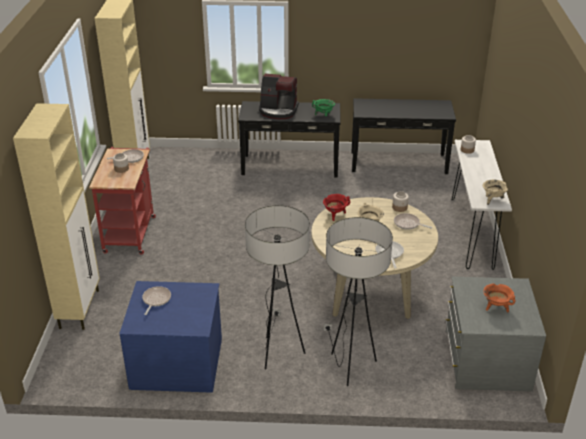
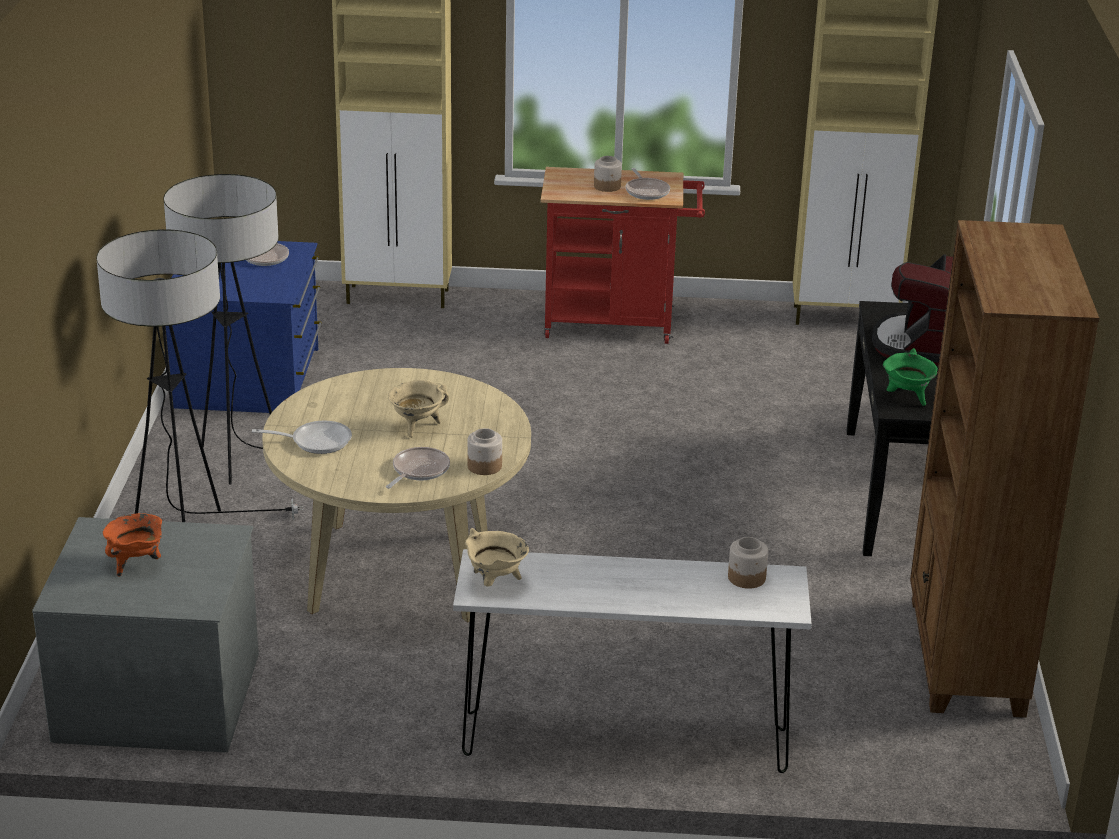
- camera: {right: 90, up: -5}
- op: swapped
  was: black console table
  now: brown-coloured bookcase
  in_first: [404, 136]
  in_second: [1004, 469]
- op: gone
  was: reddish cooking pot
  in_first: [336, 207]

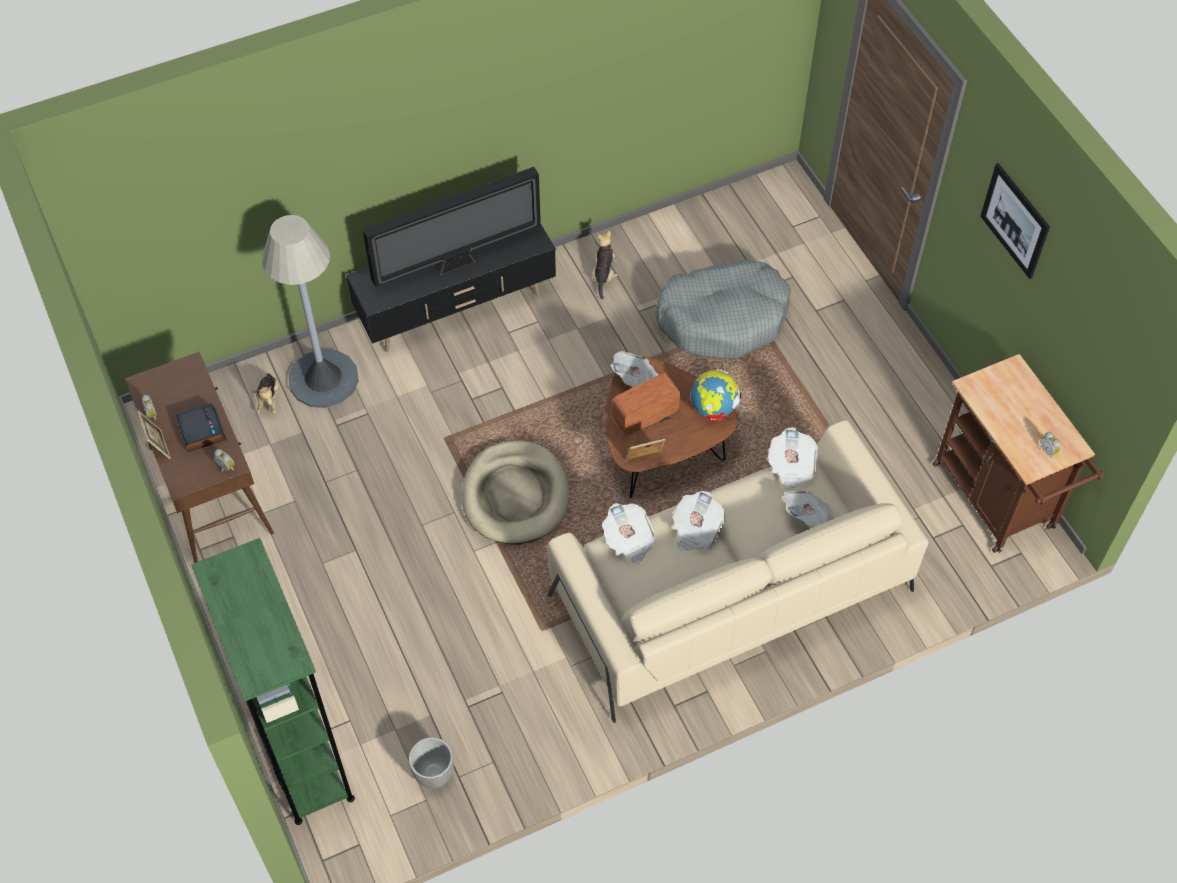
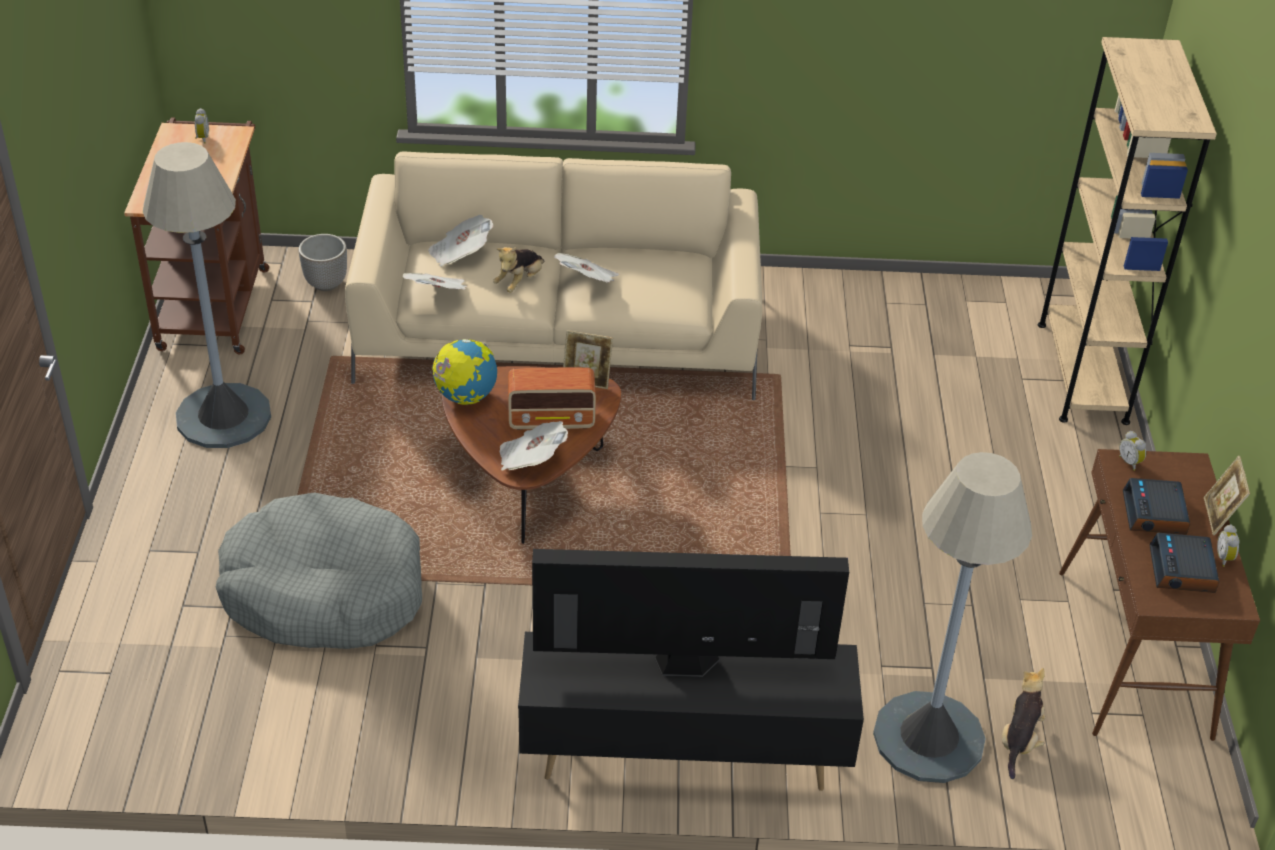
- camera: {right: -155, up: -15}
- op: new
  now: gray standing lamp
  in_second: [207, 295]
- op: shifted
  was: planter
  in_first: [431, 762]
  in_second: [323, 262]
- op: shifted
  was: soft toy
  in_first: [605, 265]
  in_second: [518, 270]
- op: repainted
  was: greenish bookcase
  now: beige bookcase
  in_first: [273, 681]
  in_second: [1127, 231]
- op: new
  now: alarm clock
  in_second: [1184, 563]
- op: gone
  was: beige dog bed
  in_first: [516, 492]
- op: gone
  was: printed paper
  in_first: [629, 533]
- op: gone
  was: wall picture
  in_first: [1015, 221]

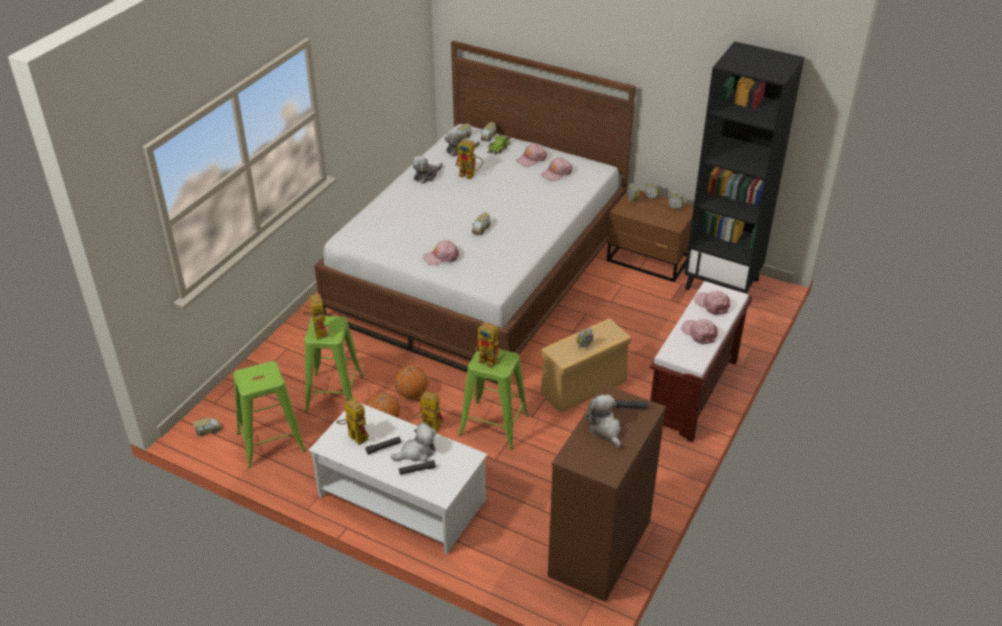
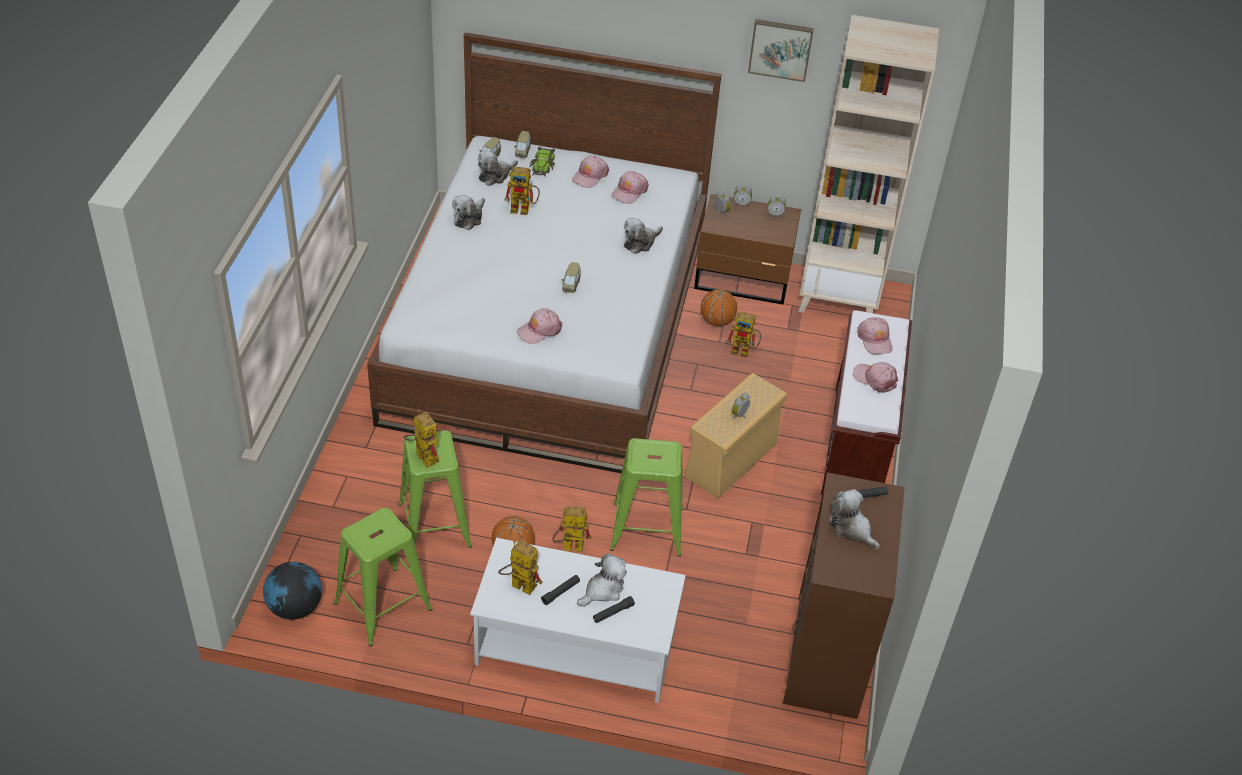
- camera: {right: -20, up: 5}
- op: swapped
  was: toy car
  now: globe
  in_first: [207, 427]
  in_second: [292, 591]
- op: new
  now: soft toy
  in_second: [643, 236]
- op: shifted
  was: basketball ball
  in_first: [411, 382]
  in_second: [719, 307]
- op: shifted
  was: toy robot
  in_first: [491, 345]
  in_second: [743, 335]
- op: new
  now: wall picture
  in_second: [781, 50]
- op: repainted
  was: black bookcase
  now: beige bookcase
  in_first: [744, 167]
  in_second: [868, 164]
- op: rotated
  was: pink-coloured baseball cap
  in_first: [712, 303]
  in_second: [875, 335]
  clockwise: -135

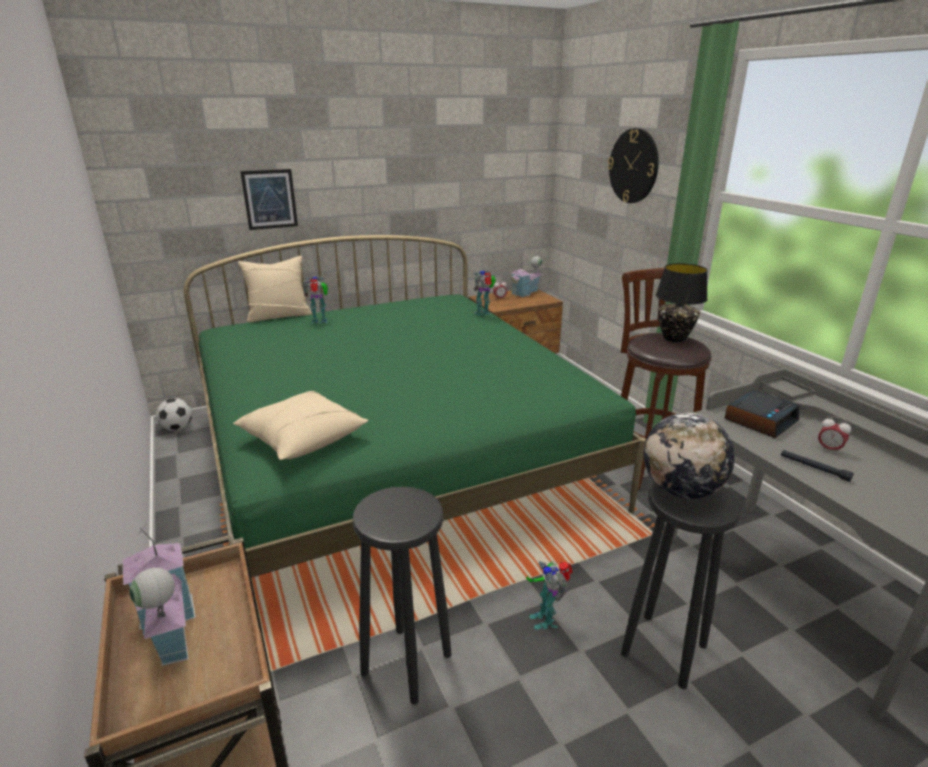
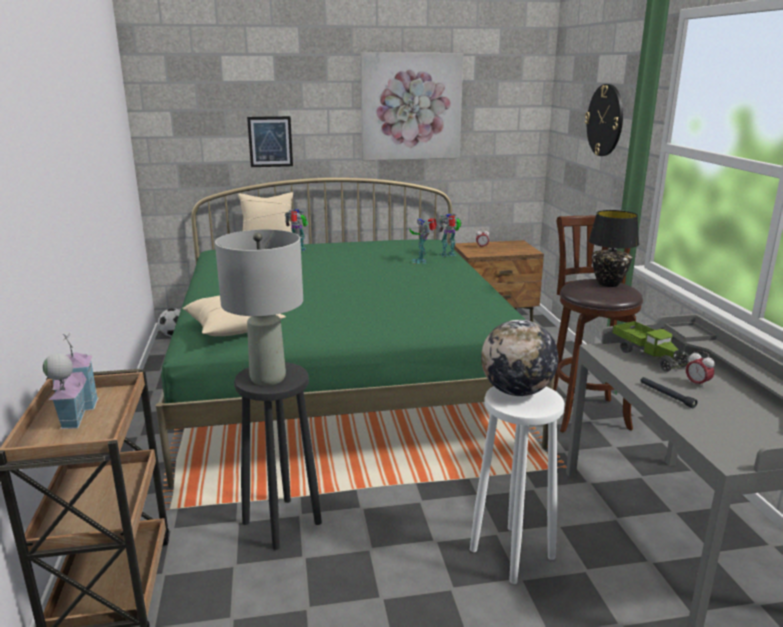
- camera: {right: 15, up: -5}
- op: new
  now: gray table lamp
  in_second: [259, 307]
- op: new
  now: wall picture
  in_second: [411, 106]
- op: shifted
  was: toy robot
  in_first: [549, 595]
  in_second: [423, 241]
- op: repainted
  was: black stool
  now: whitish stool
  in_first: [681, 586]
  in_second: [517, 485]
- op: swapped
  was: alarm clock
  now: toy truck
  in_first: [762, 414]
  in_second: [651, 346]
- op: gone
  was: toy house
  in_first: [525, 276]

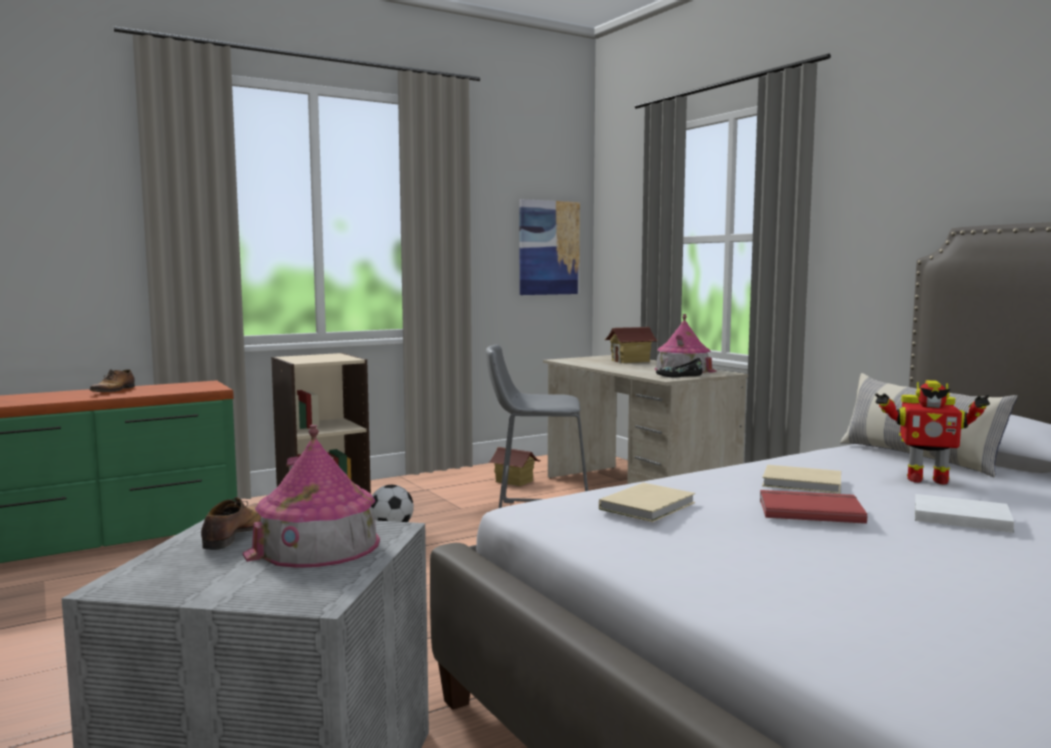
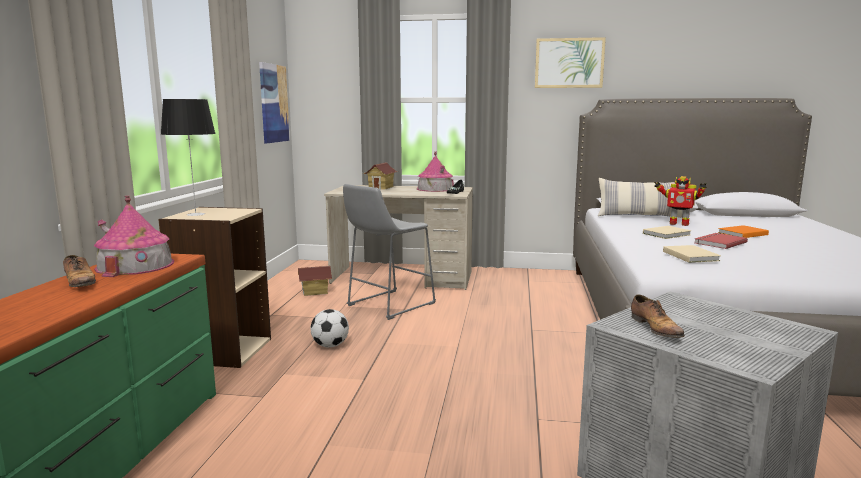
- camera: {right: -50, up: 5}
- op: shifted
  was: toy house
  in_first: [311, 496]
  in_second: [134, 236]
- op: new
  now: table lamp
  in_second: [188, 157]
- op: new
  now: wall picture
  in_second: [570, 62]
- op: rotated
  was: shoe
  in_first: [231, 523]
  in_second: [658, 316]
  clockwise: -150
- op: rotated
  was: toy robot
  in_first: [932, 432]
  in_second: [680, 201]
  clockwise: 60
- op: repainted
  was: whitish bound book
  now: orangey bound book
  in_first: [964, 513]
  in_second: [743, 231]

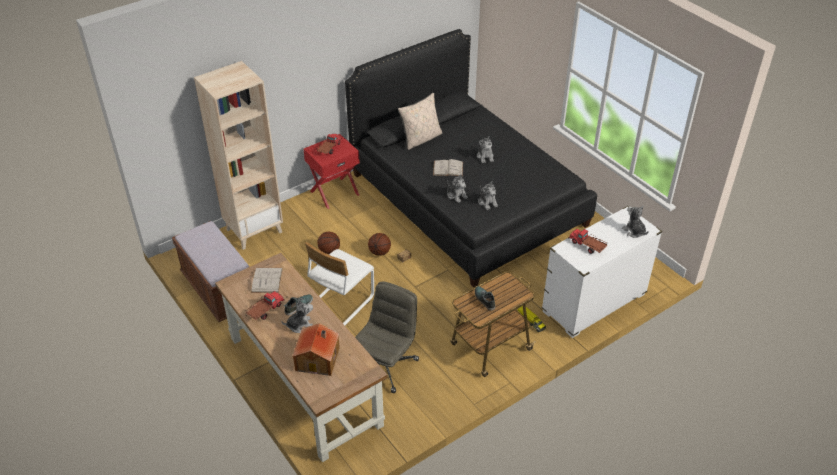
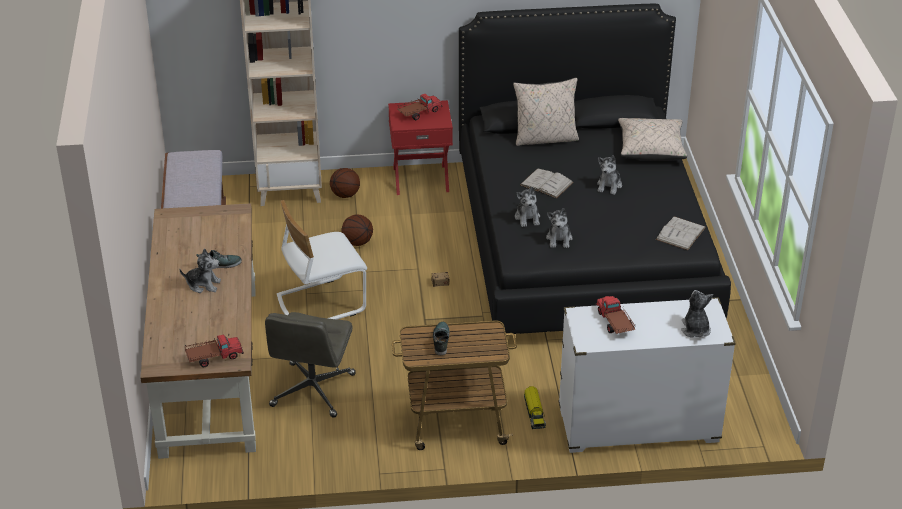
- camera: {right: 30, up: -5}
- op: shifted
  was: toy truck
  in_first: [265, 305]
  in_second: [214, 351]
- op: rotated
  was: gray computer chair
  in_first: [387, 337]
  in_second: [310, 365]
  clockwise: 135
- op: shifted
  was: basketball ball
  in_first: [379, 244]
  in_second: [345, 183]
- op: new
  now: beige cushion
  in_second: [652, 139]
- op: shifted
  was: whitish bound book
  in_first: [267, 280]
  in_second: [681, 233]
- op: gone
  was: toy house
  in_first: [316, 349]

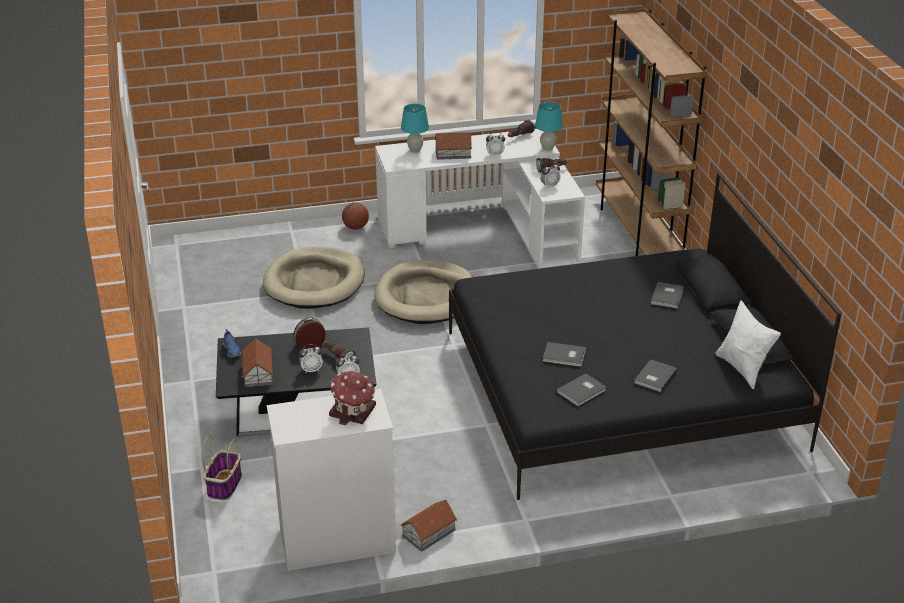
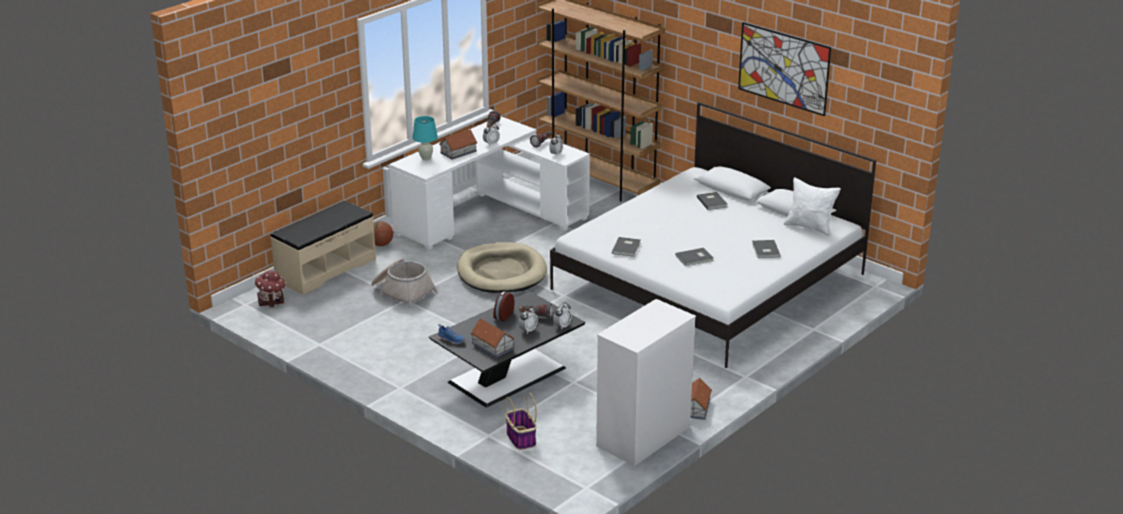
- camera: {right: -35, up: -5}
- op: shifted
  was: toy house
  in_first: [352, 398]
  in_second: [270, 289]
- op: new
  now: beige indoor bench
  in_second: [323, 248]
- op: swapped
  was: beige dog bed
  now: basket
  in_first: [314, 278]
  in_second: [404, 283]
- op: repainted
  was: black bedroom bed
  now: whitish bedroom bed
  in_first: [645, 336]
  in_second: [713, 235]
- op: shifted
  was: gray bound book
  in_first: [581, 389]
  in_second: [626, 247]
- op: new
  now: wall picture
  in_second: [784, 69]
- op: gone
  was: blue-green table lamp
  in_first: [549, 126]

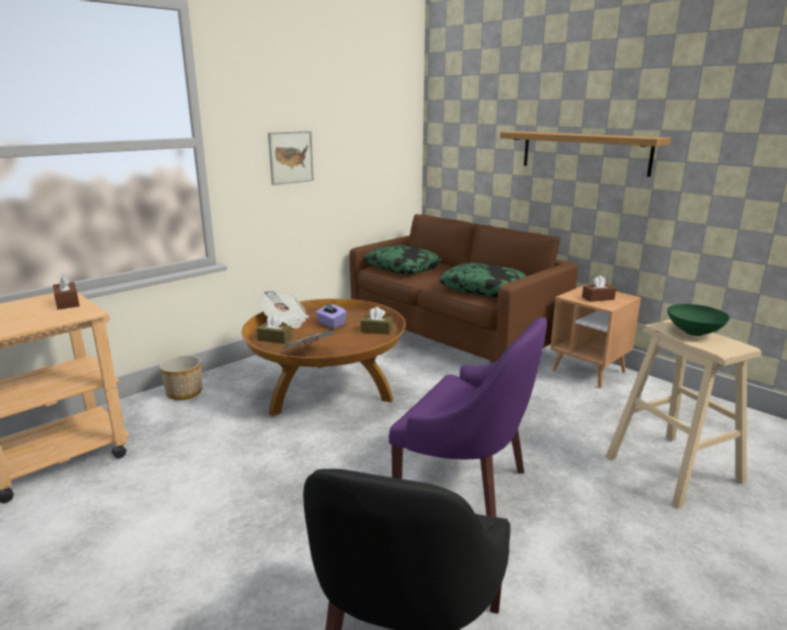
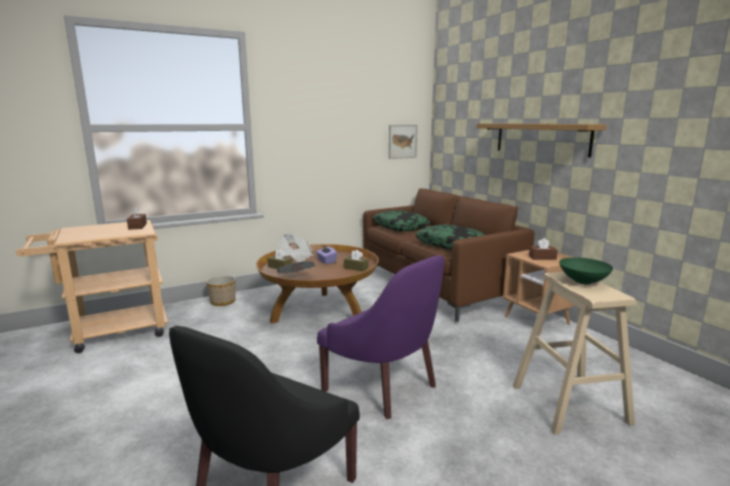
- camera: {right: 15, up: -5}
- op: shifted
  was: wall picture
  in_first: [291, 158]
  in_second: [403, 142]

